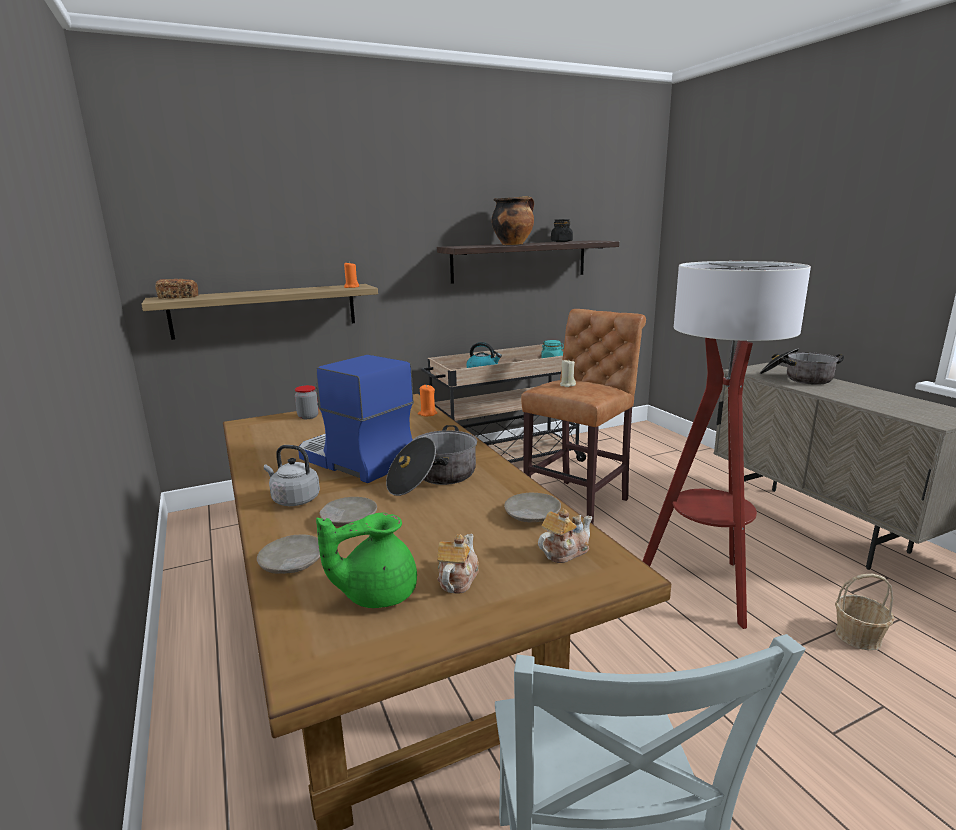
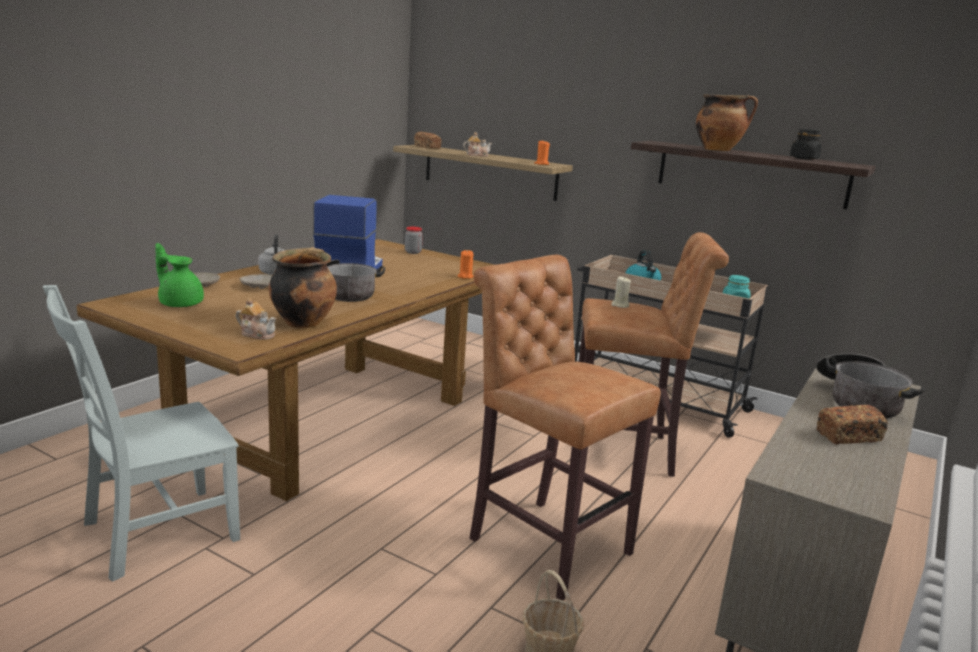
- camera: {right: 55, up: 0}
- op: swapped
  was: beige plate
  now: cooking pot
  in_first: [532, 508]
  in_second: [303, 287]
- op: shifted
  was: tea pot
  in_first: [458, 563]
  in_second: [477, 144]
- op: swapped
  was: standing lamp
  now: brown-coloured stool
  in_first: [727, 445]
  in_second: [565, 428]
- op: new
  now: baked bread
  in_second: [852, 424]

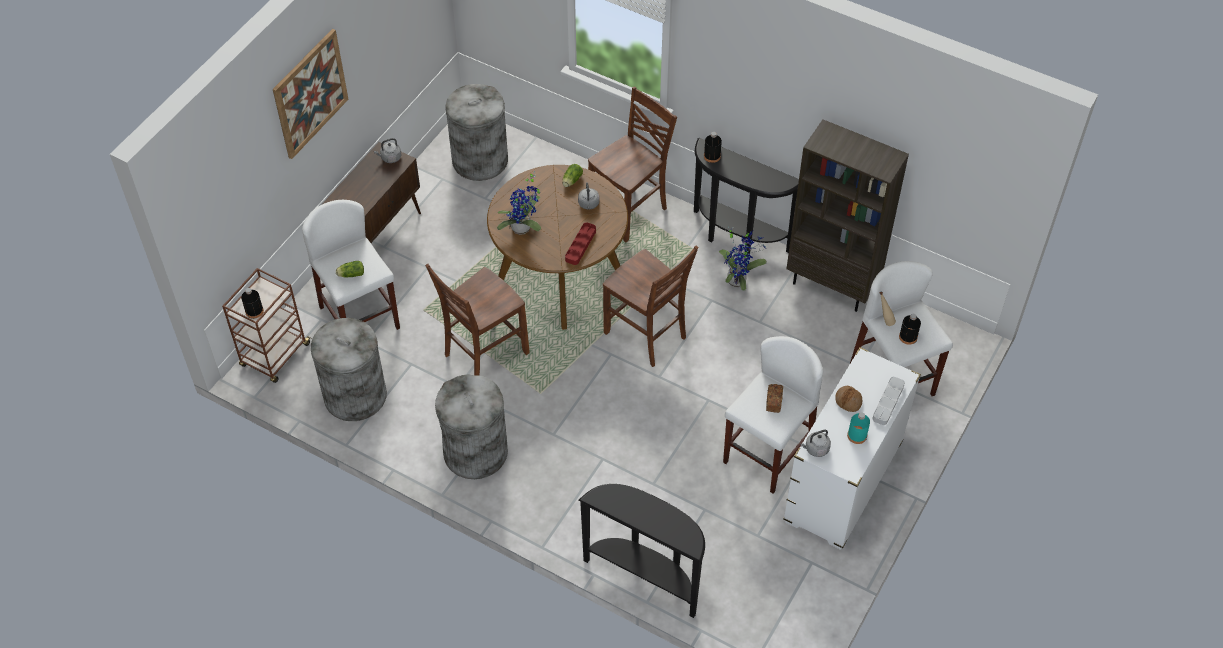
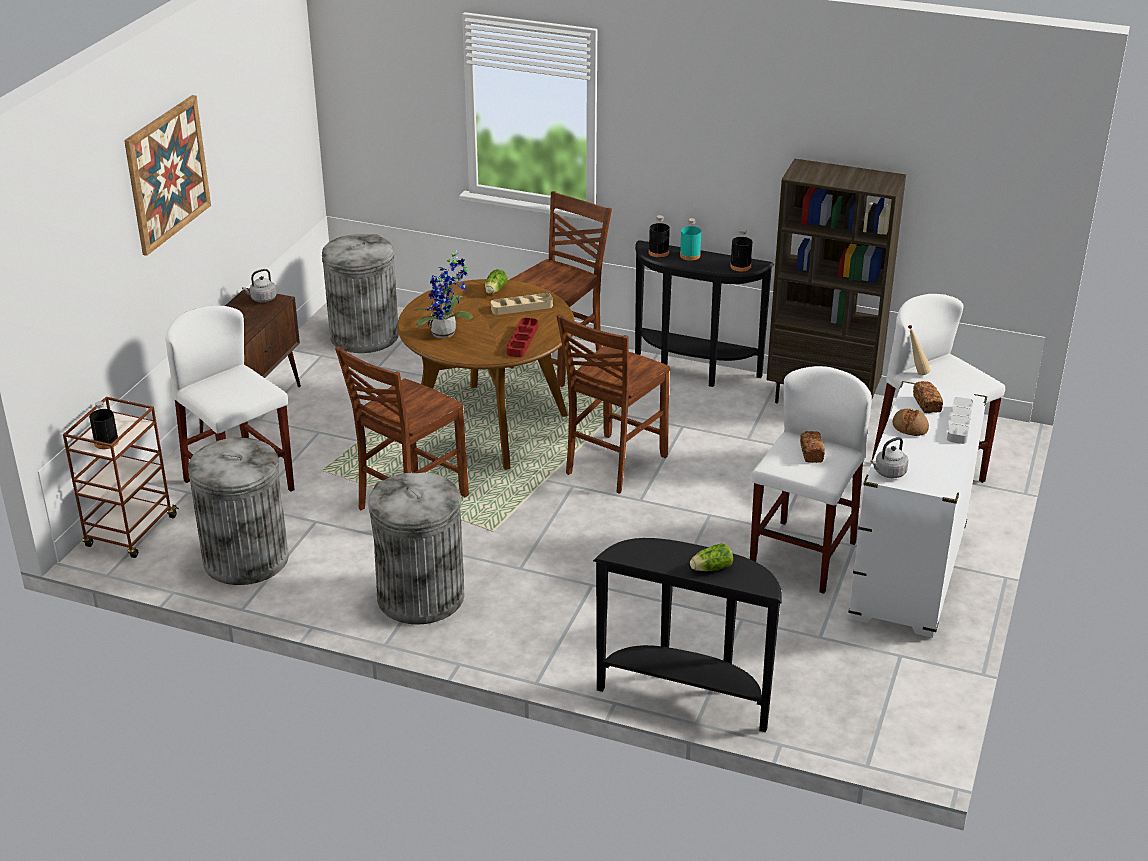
- camera: {right: -10, up: -20}
- op: swapped
  was: gray water kettle
  now: beige tray
  in_first: [588, 196]
  in_second: [522, 304]
- op: rotated
  was: brown-coloured chair
  in_first: [650, 306]
  in_second: [613, 403]
  clockwise: 90
- op: shifted
  was: blue-green drink bottle
  in_first: [858, 428]
  in_second: [690, 239]
- op: shifted
  was: lettuce head
  in_first: [350, 269]
  in_second: [711, 557]
- op: shifted
  was: black drink bottle
  in_first: [910, 329]
  in_second: [741, 250]
- op: new
  now: baked bread
  in_second: [928, 397]
- op: gone
  was: plant in a pot
  in_first: [743, 259]

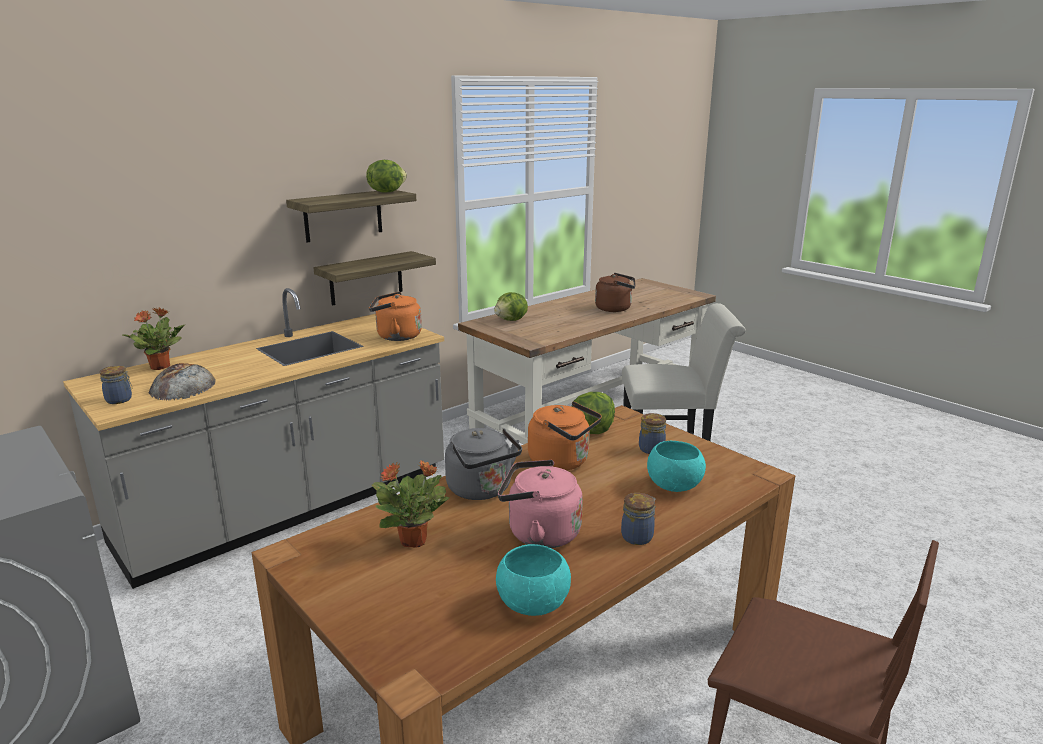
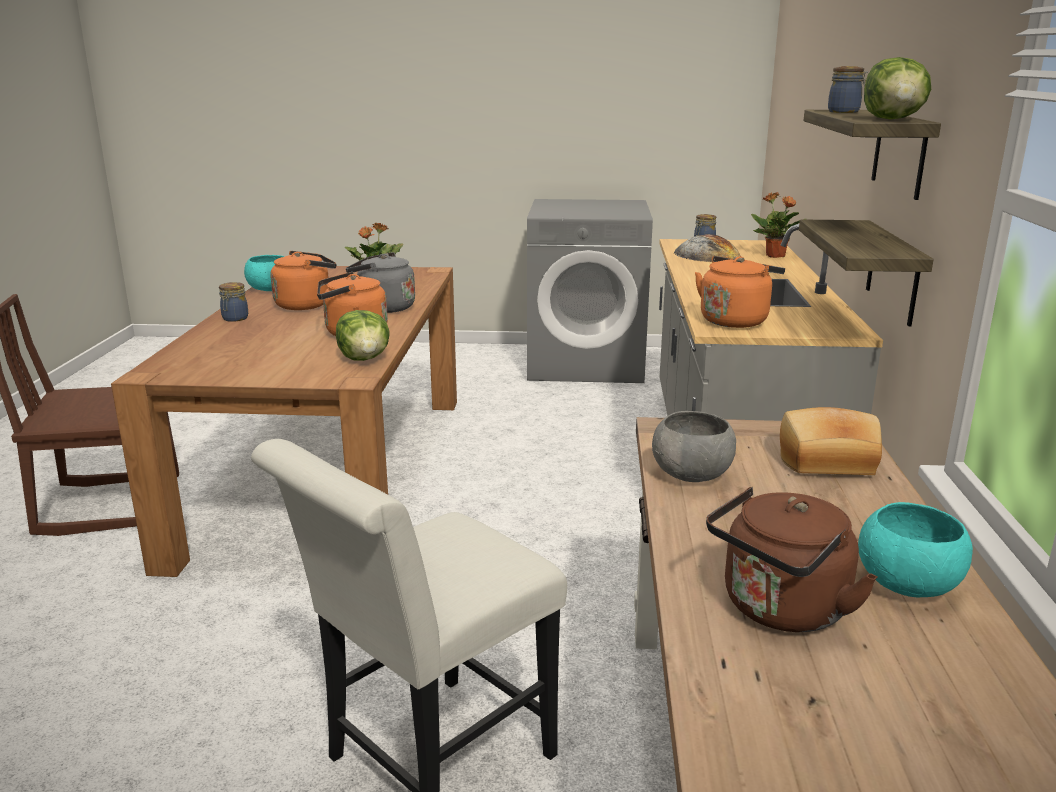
- camera: {right: 135, up: 0}
- op: repainted
  was: pink-coloured water kettle
  now: orangey water kettle
  in_first: [540, 504]
  in_second: [303, 280]
- op: new
  now: gray serving bowl
  in_second: [694, 446]
- op: swapped
  was: lettuce head
  now: baked bread
  in_first: [511, 306]
  in_second: [831, 441]
- op: shifted
  was: preserve jar
  in_first: [652, 433]
  in_second: [848, 89]
- op: shifted
  was: blue-green serving bowl
  in_first: [676, 466]
  in_second: [915, 550]

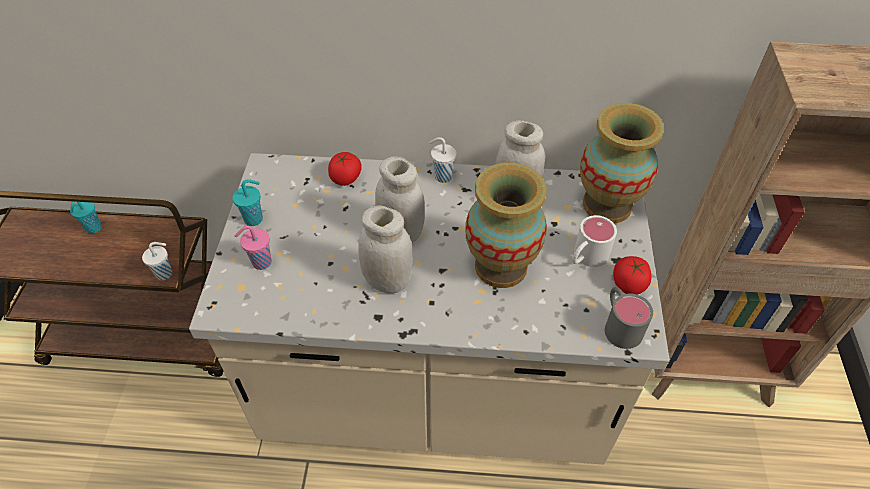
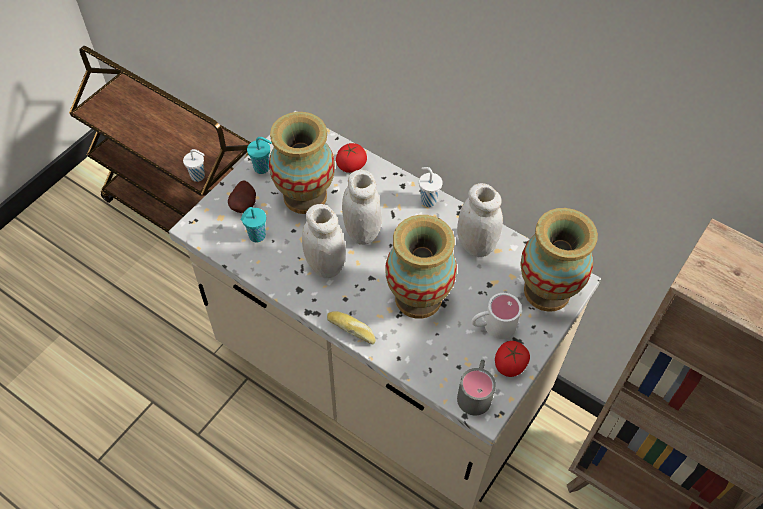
- camera: {right: 30, up: 5}
- op: swapped
  was: pink-coloured drinking cup
  now: whole potato
  in_first: [253, 248]
  in_second: [242, 196]
- op: shifted
  was: blue-green drinking cup
  in_first: [86, 217]
  in_second: [253, 224]
- op: new
  now: decorative vase
  in_second: [302, 163]
- op: new
  now: baked bread
  in_second: [351, 327]

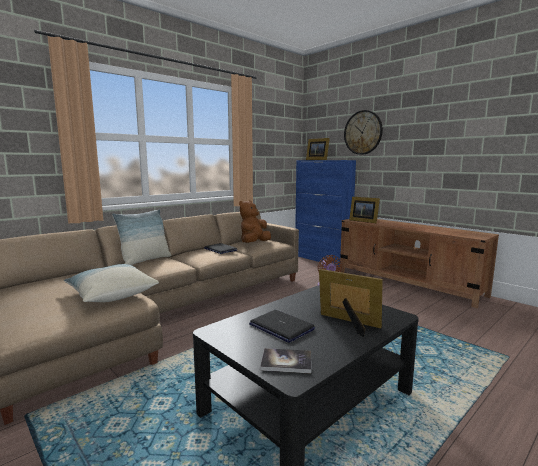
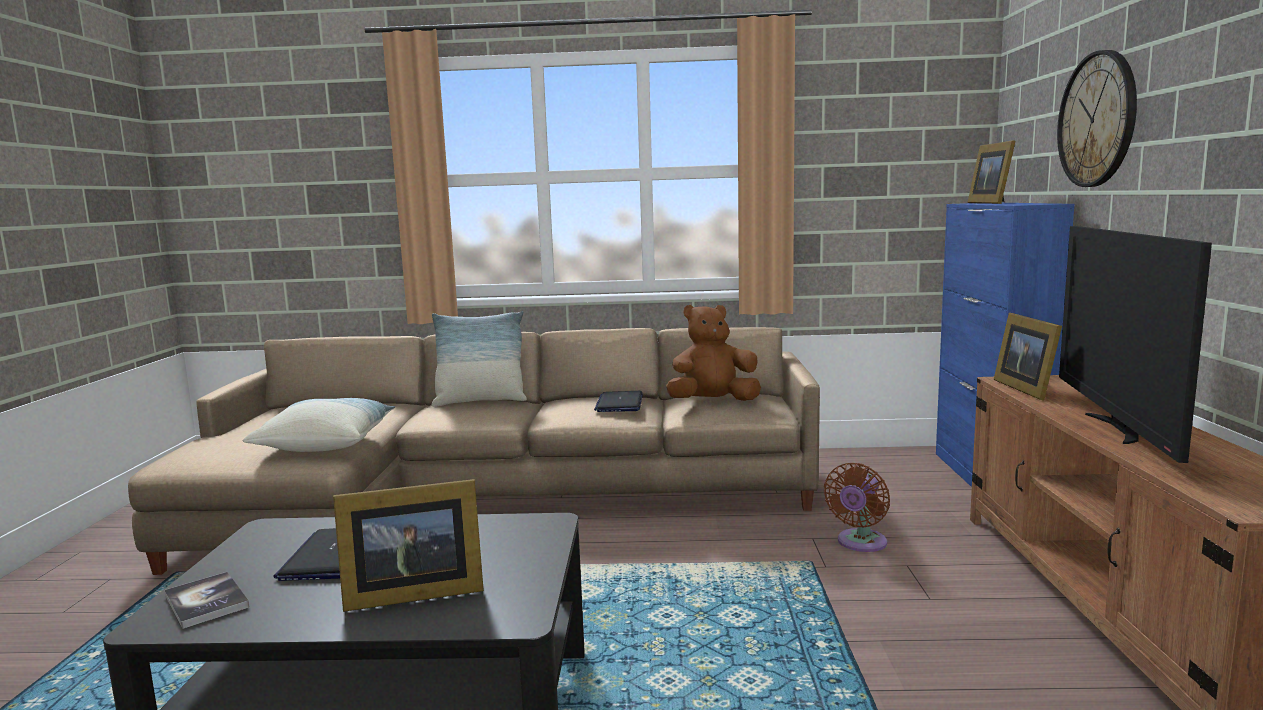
- camera: {right: 45, up: 0}
- op: rotated
  was: standing frame
  in_first: [351, 303]
  in_second: [408, 545]
  clockwise: 90
- op: new
  now: TV set
  in_second: [1135, 344]

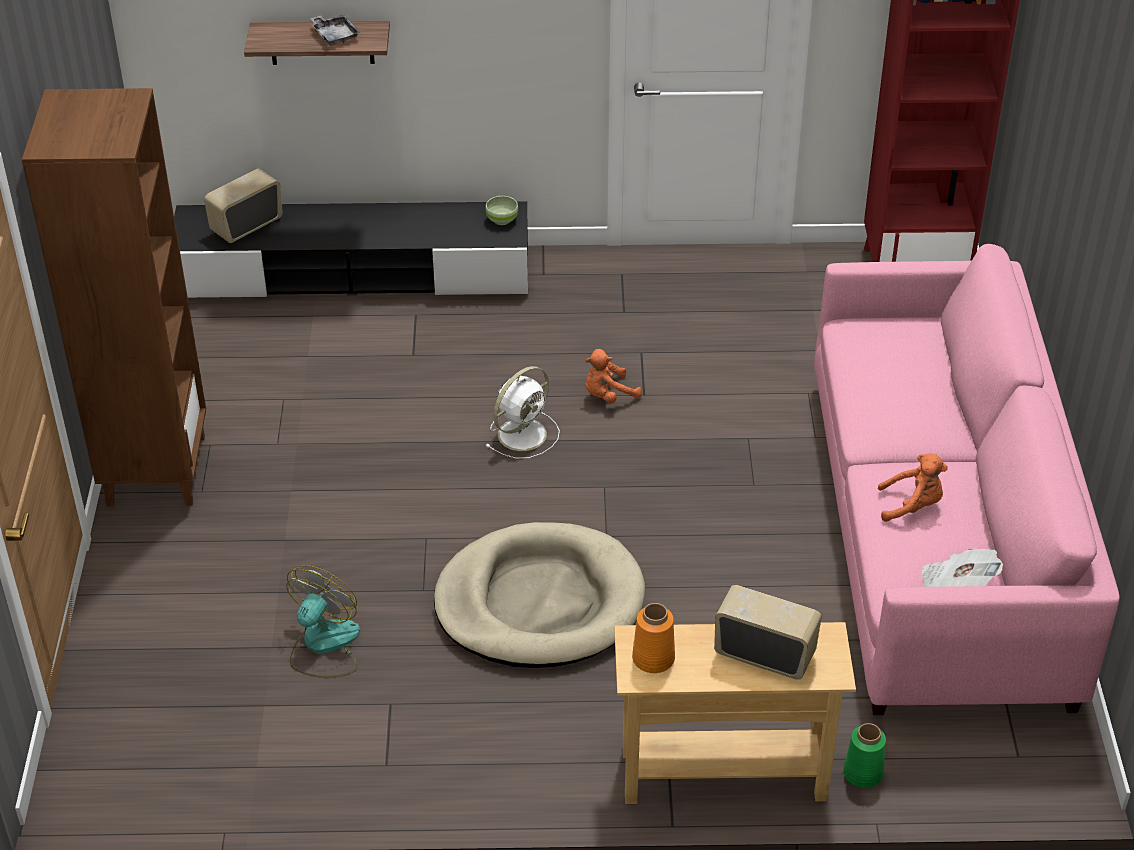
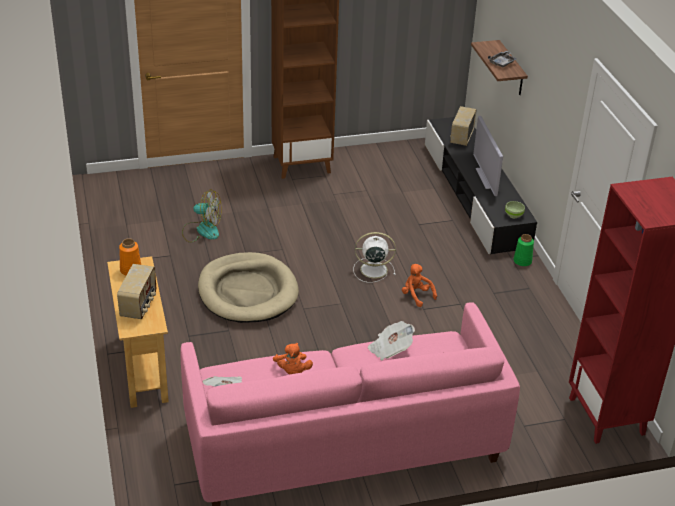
- camera: {right: 75, up: -5}
- op: rotated
  was: whitish cooling fan
  in_first: [522, 412]
  in_second: [374, 257]
  clockwise: 150
- op: new
  now: printed paper
  in_second: [391, 340]
- op: rotated
  was: radio receiver
  in_first: [243, 205]
  in_second: [463, 126]
  clockwise: -105
- op: new
  now: TV set
  in_second: [488, 156]
- op: shifted
  was: greenish decorative vase
  in_first: [864, 755]
  in_second: [523, 250]

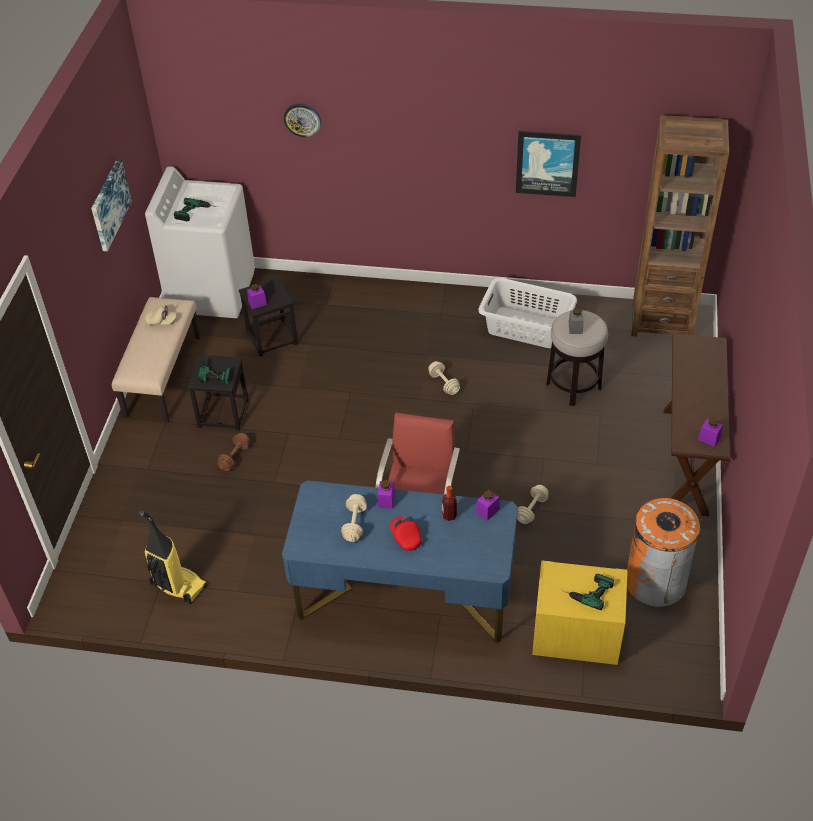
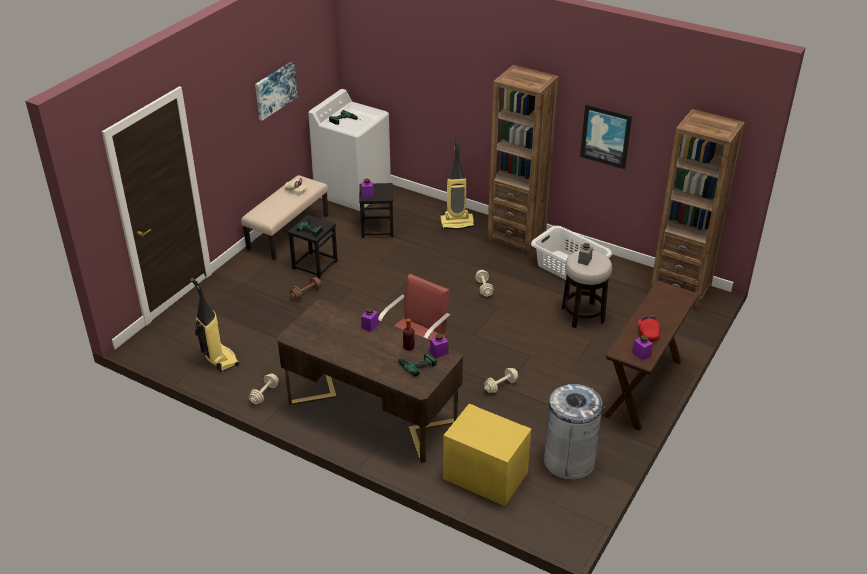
- camera: {right: 20, up: -10}
- op: shifted
  was: beige dumbbell
  in_first: [354, 518]
  in_second: [264, 388]
- op: repainted
  was: bluish desk unit
  now: brown-coloured desk unit
  in_first: [400, 561]
  in_second: [370, 381]
- op: shifted
  was: electric drill
  in_first: [587, 592]
  in_second: [416, 364]
- op: new
  now: hoover
  in_second: [457, 184]
- op: new
  now: brown-coloured bookcase
  in_second: [523, 160]
- op: repainted
  was: orangey trash can
  now: gray trash can
  in_first: [664, 552]
  in_second: [574, 432]
- op: shifted
  was: reddish baseball cap
  in_first: [406, 533]
  in_second: [649, 328]
- op: gone
  was: wall clock
  in_first: [302, 120]

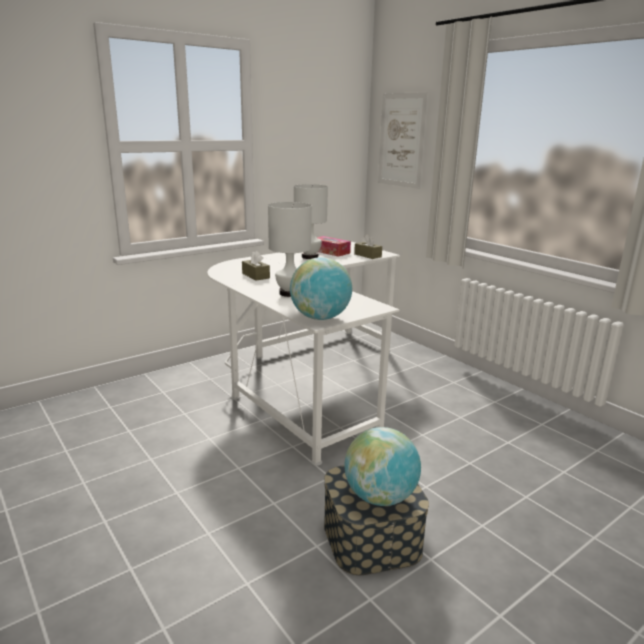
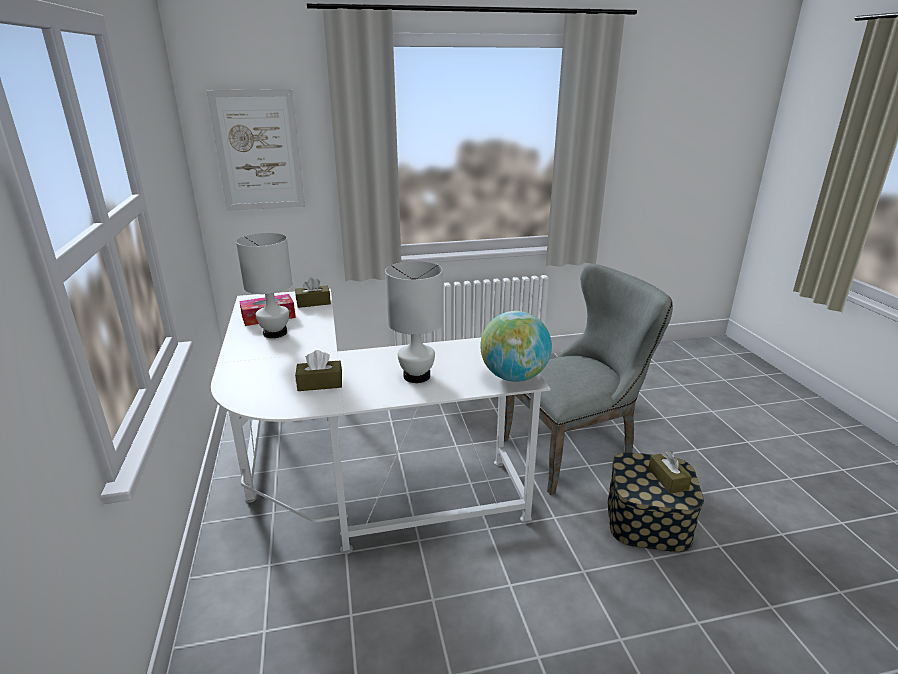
- camera: {right: -65, up: 5}
- op: new
  now: gray chair
  in_second: [588, 379]
- op: swapped
  was: globe
  now: brown-coloured tissue holder
  in_first: [382, 466]
  in_second: [670, 472]

